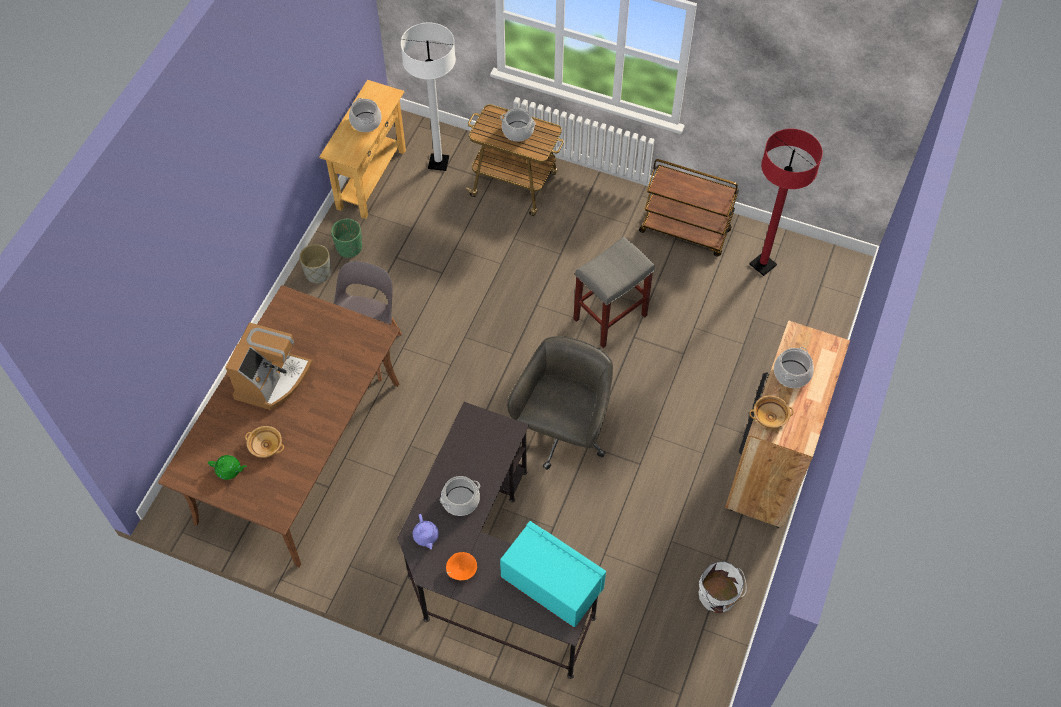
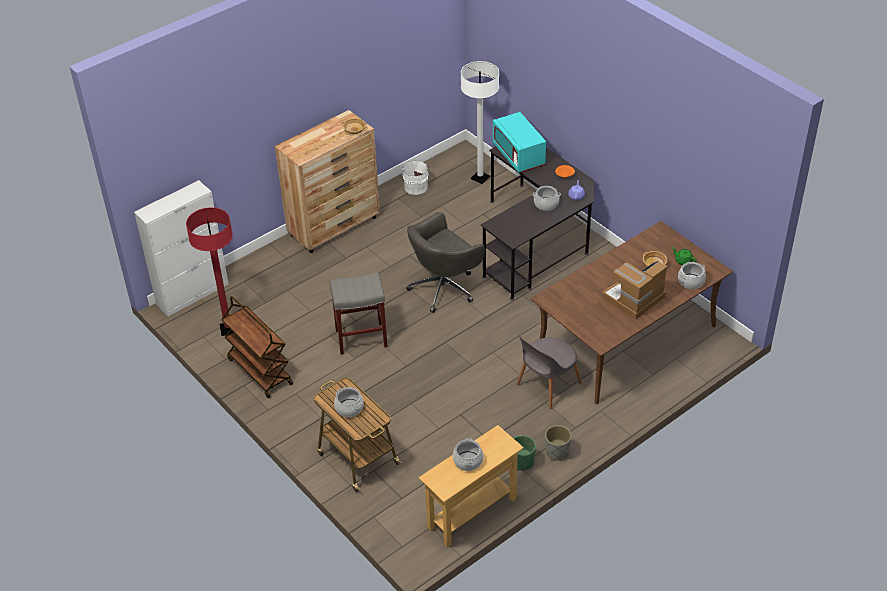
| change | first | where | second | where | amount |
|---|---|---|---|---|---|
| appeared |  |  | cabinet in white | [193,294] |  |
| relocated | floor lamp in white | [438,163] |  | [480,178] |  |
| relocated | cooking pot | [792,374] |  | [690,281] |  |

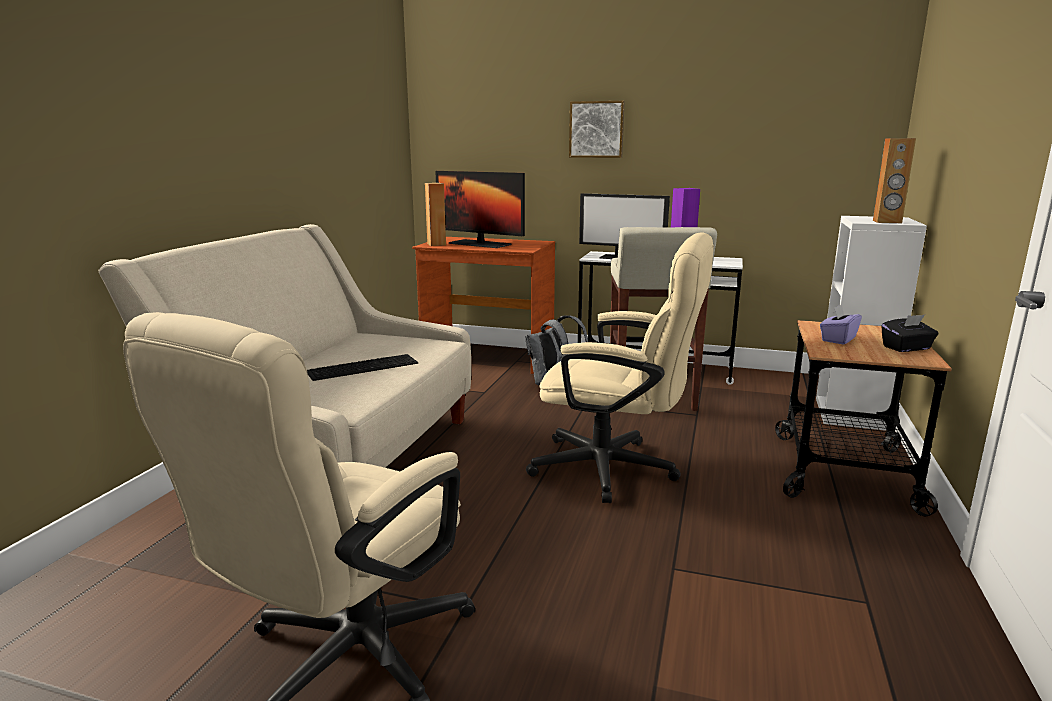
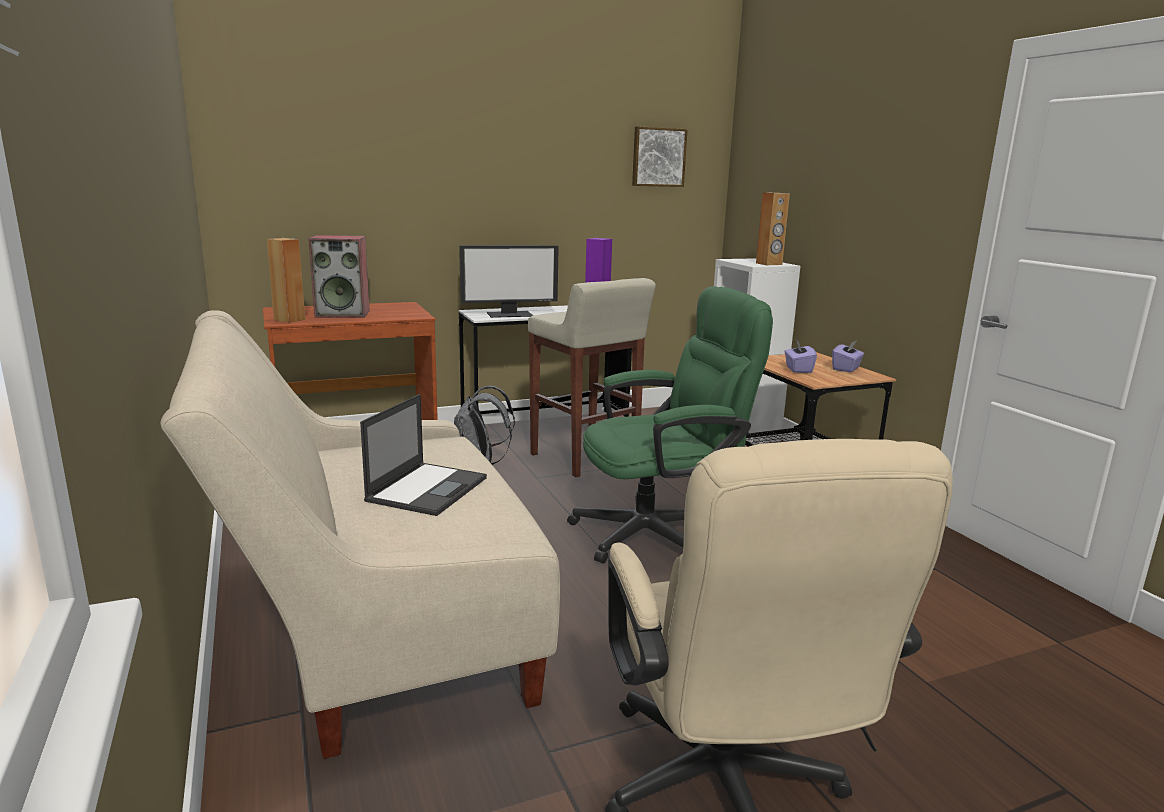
| change | first | where | second | where | amount |
|---|---|---|---|---|---|
| relocated | picture | [596,129] |  | [658,157] |  |
| exchanged | keyboard | [363,366] | laptop | [428,488] |  |
| exchanged | monitor | [479,244] | speaker | [343,314] |  |
| colour | office chair in beige | [617,470] | office chair in green | [660,532] |  |
| colour | tissue box in black | [906,348] | tissue box in purple | [846,368] |  |

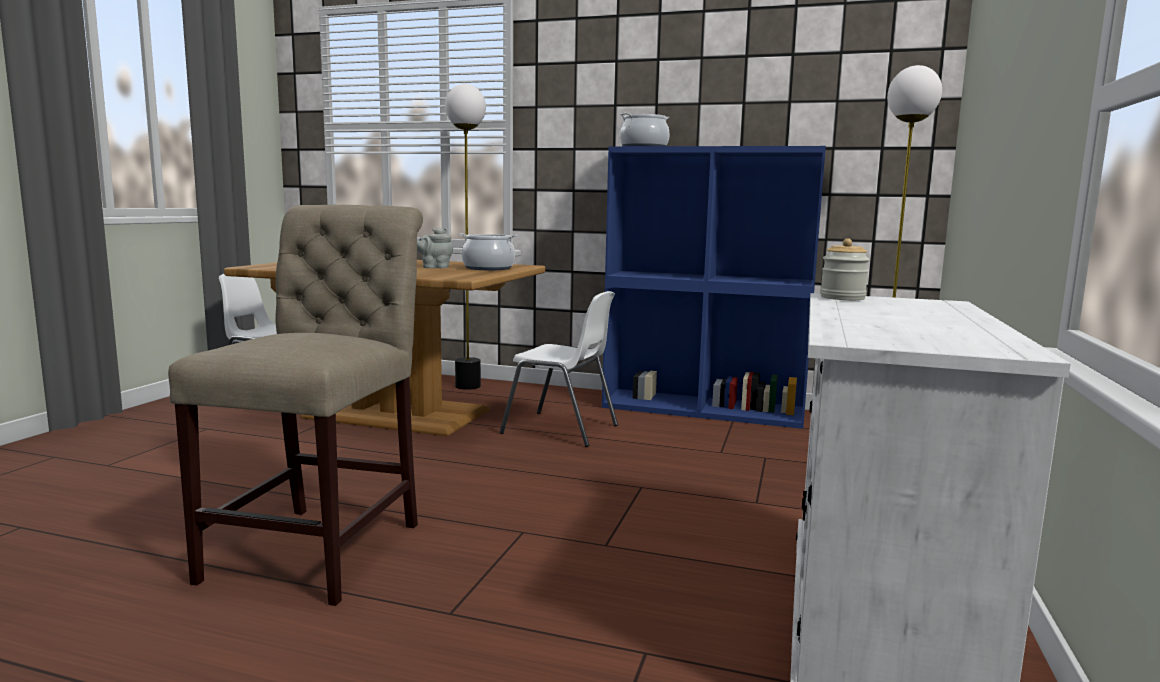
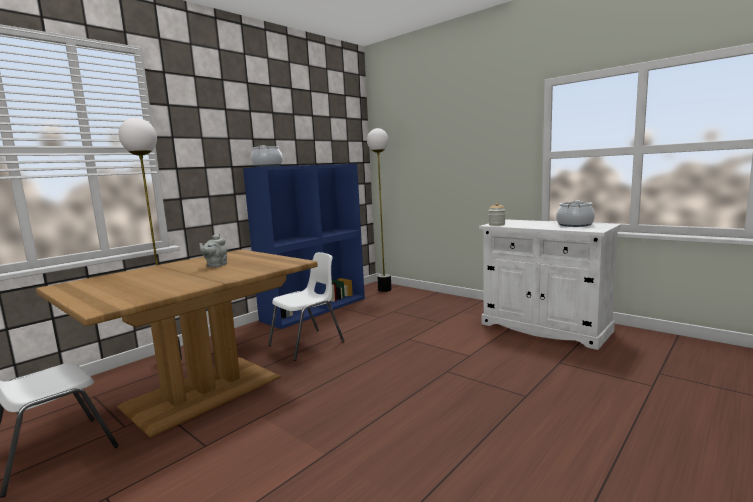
| change | first | where | second | where | amount |
|---|---|---|---|---|---|
| missing | chair in beige | [323,546] |  |  |  |
| relocated | cooking pot | [488,268] |  | [575,225] |  |

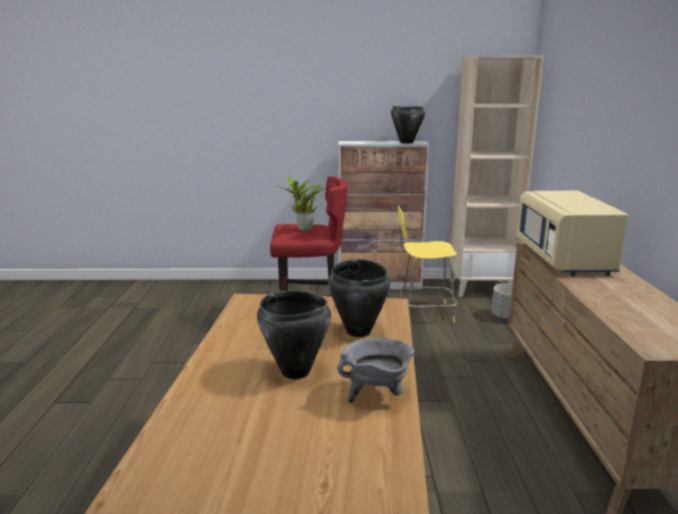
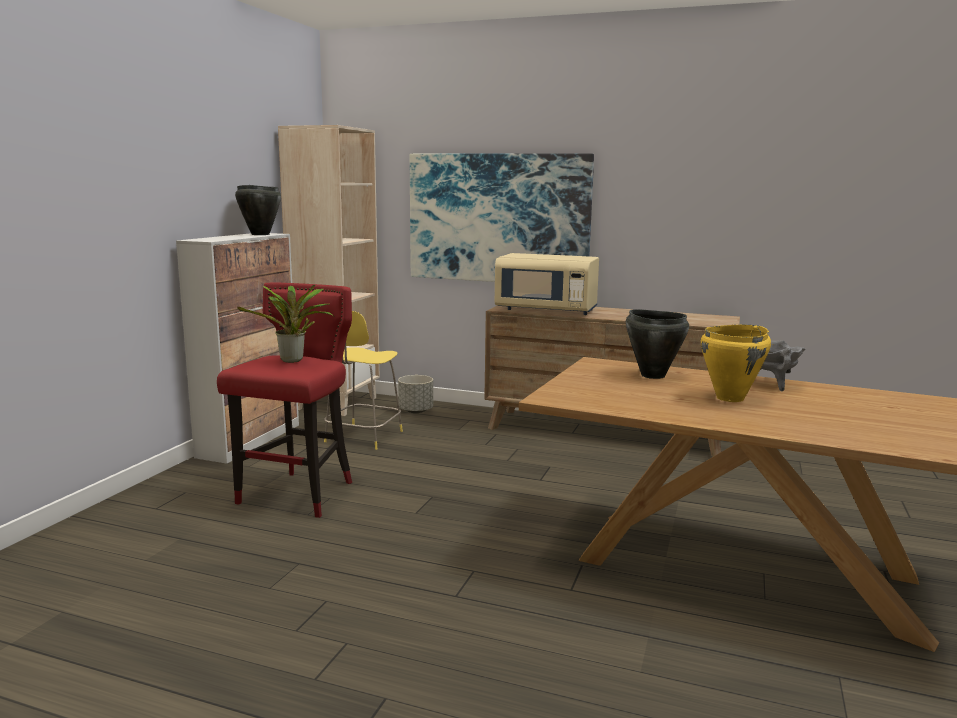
| change | first | where | second | where | amount |
|---|---|---|---|---|---|
| appeared |  |  | picture | [498,218] |  |
| colour | cooking pot in black | [295,372] | cooking pot in yellow | [730,398] |  |

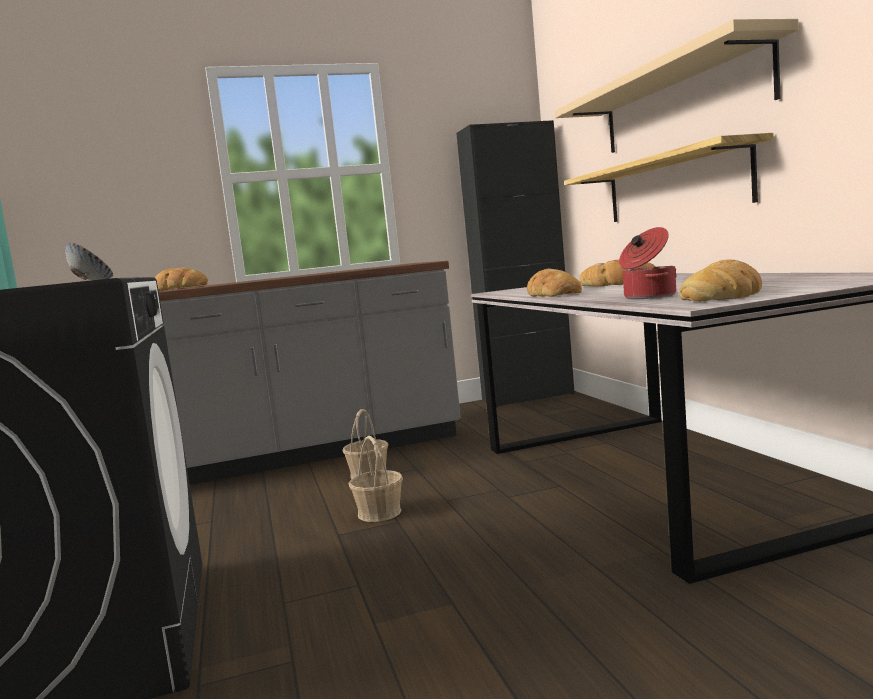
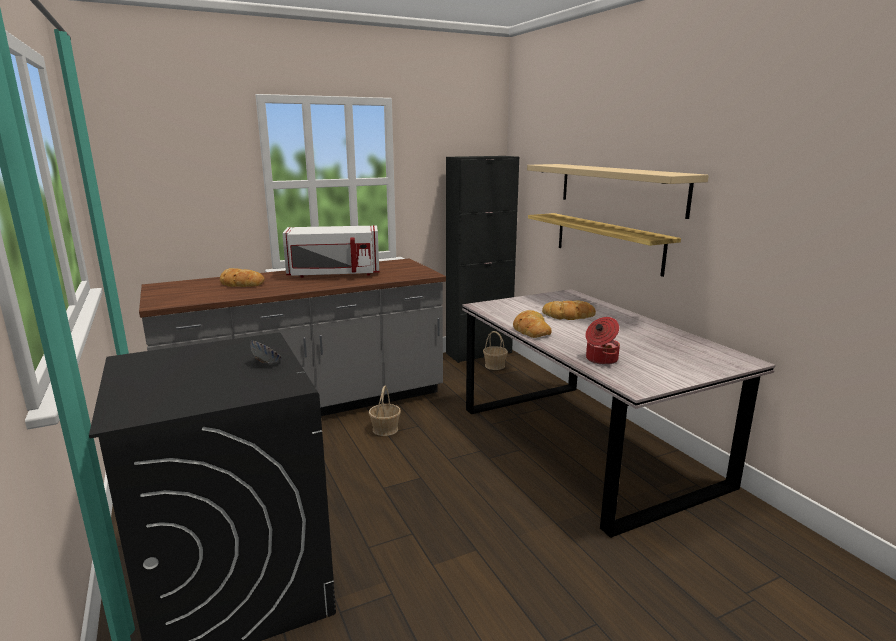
| change | first | where | second | where | amount |
|---|---|---|---|---|---|
| missing | bread | [722,295] |  |  |  |
| appeared |  |  | microwave in white | [334,274] |  |
| relocated | basket | [379,513] |  | [494,366] |  |

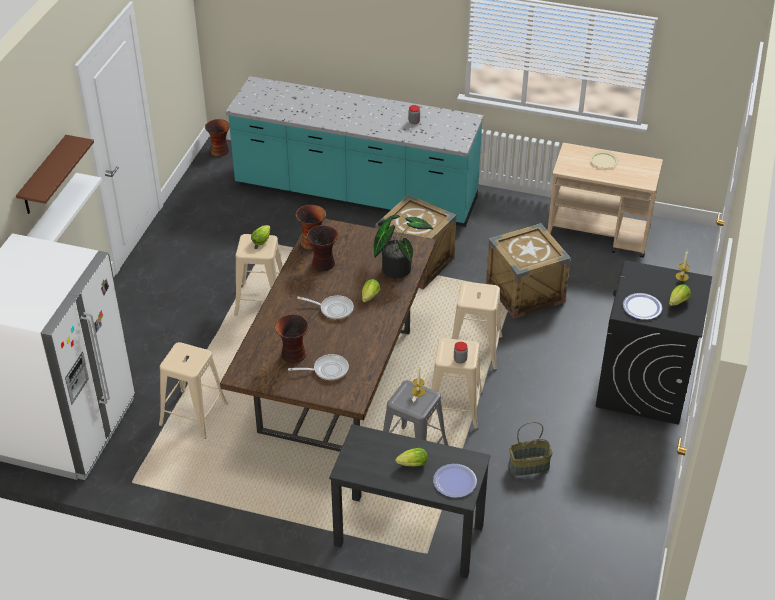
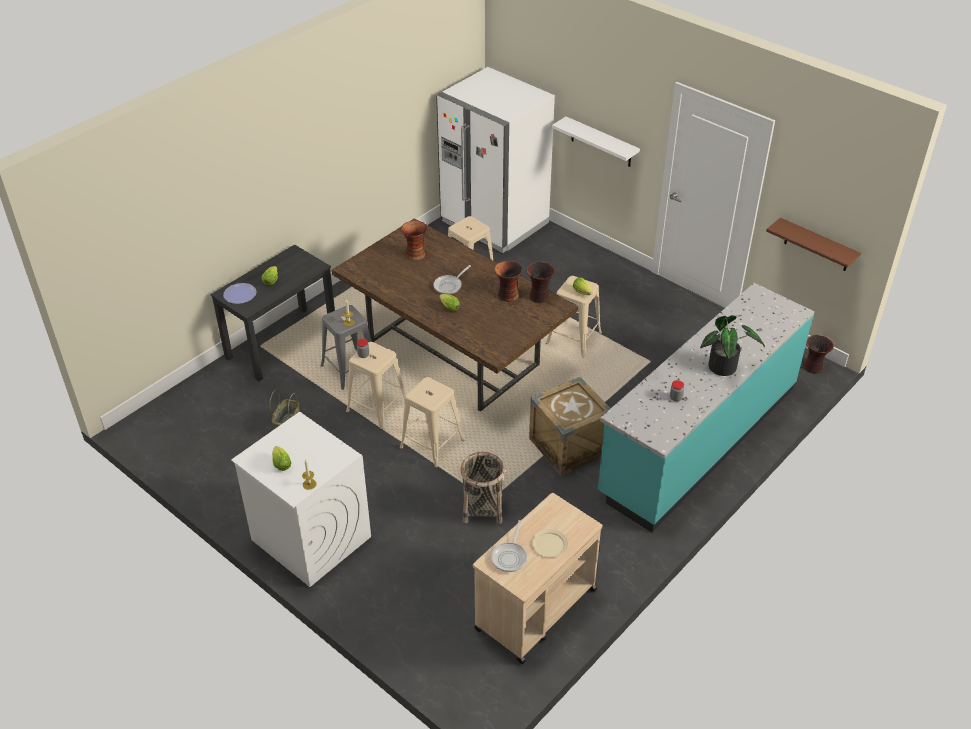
| change | first | where | second | where | amount |
|---|---|---|---|---|---|
| missing | plate | [642,307] |  |  |  |
| relocated | shelf in brown | [44,176] |  | [817,245] |  |
| relocated | frying pan | [327,370] |  | [510,556] |  |
| relocated | potted plant | [397,267] |  | [725,368] |  |
| exchanged | crate | [525,292] | basket | [482,508] |  |
| colour | washing machine in black | [643,385] | washing machine in white | [310,538] |  |

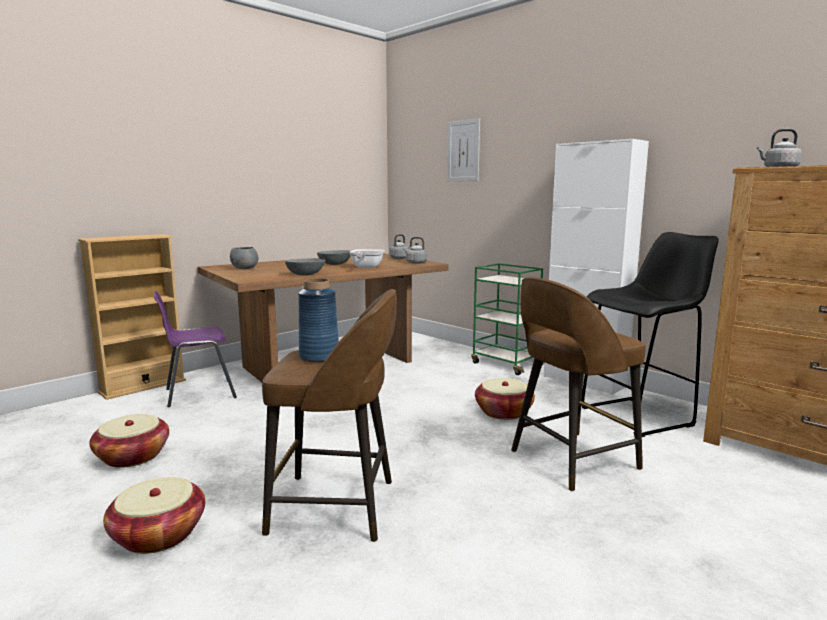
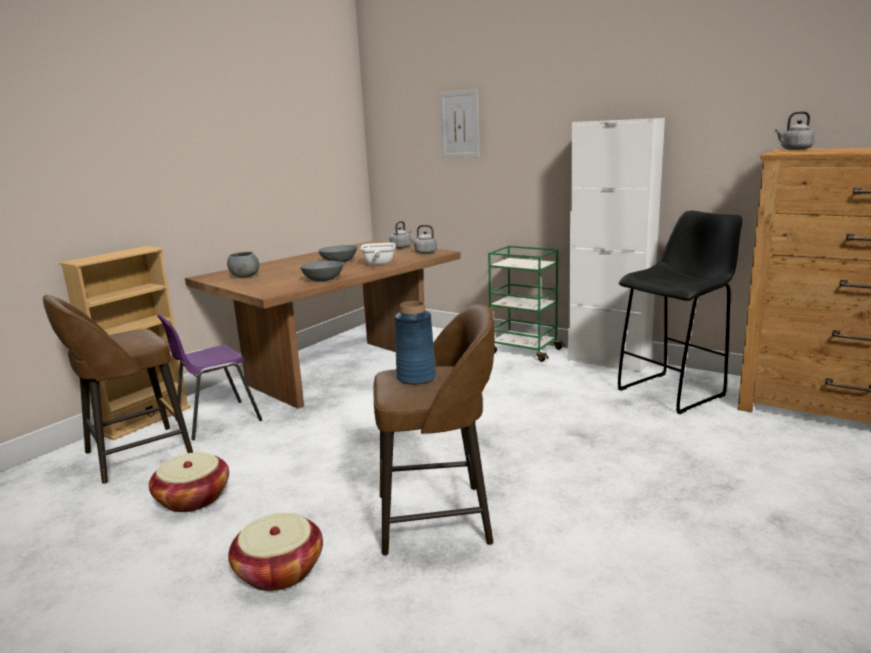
| change | first | where | second | where | amount |
|---|---|---|---|---|---|
| missing | basket | [503,412] |  |  |  |
| relocated | stool in brown | [570,460] |  | [134,455] |  |

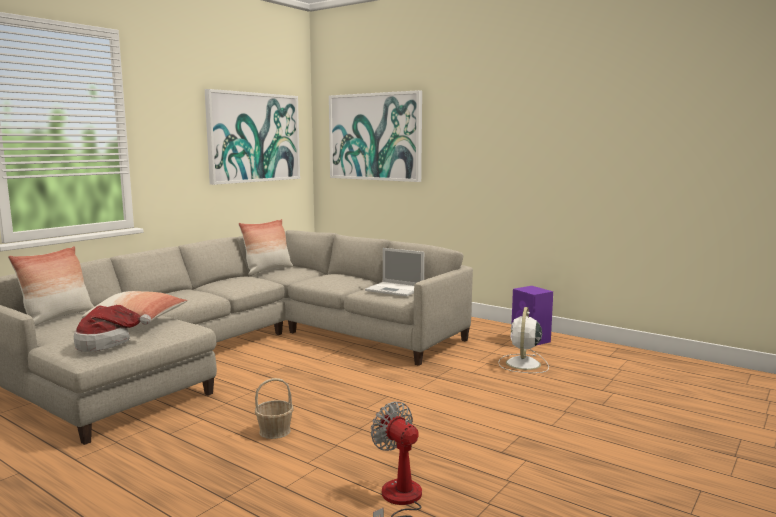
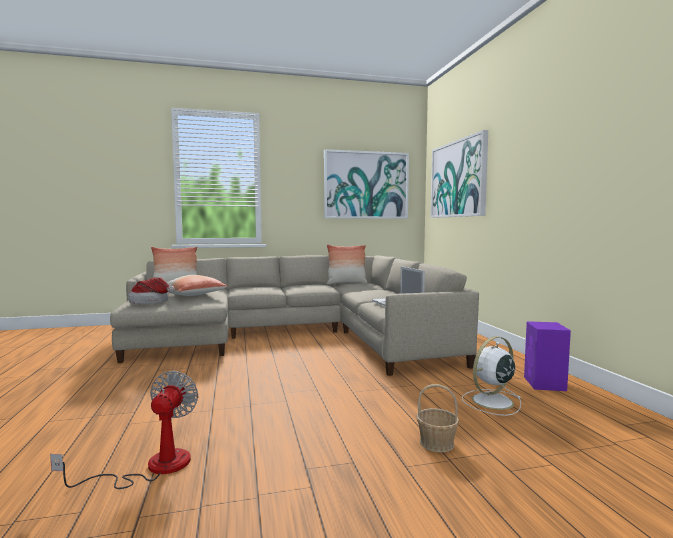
| change | first | where | second | where | amount |
|---|---|---|---|---|---|
| relocated | basket | [275,431] |  | [437,443] |  |

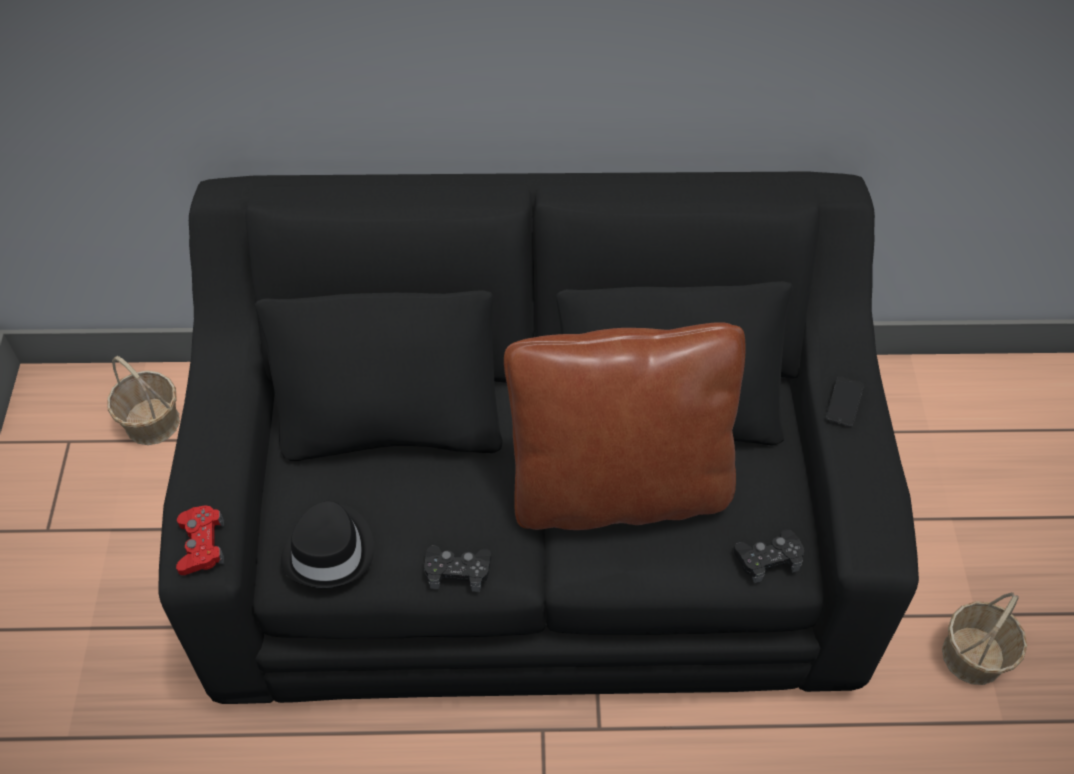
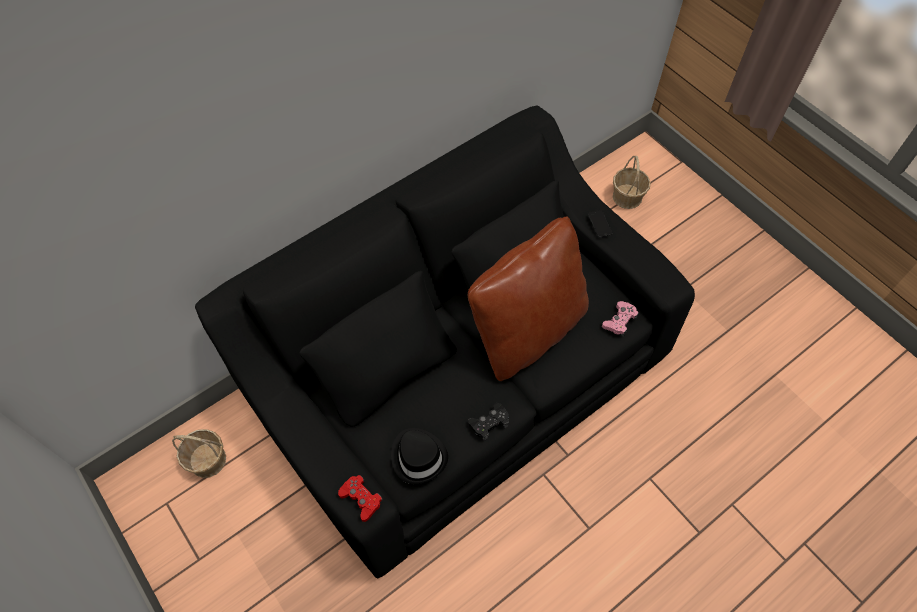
| change | first | where | second | where | amount |
|---|---|---|---|---|---|
| relocated | basket | [973,656] |  | [627,197] |  |
| colour | game controller in black | [768,558] | game controller in pink | [619,321] |  |

